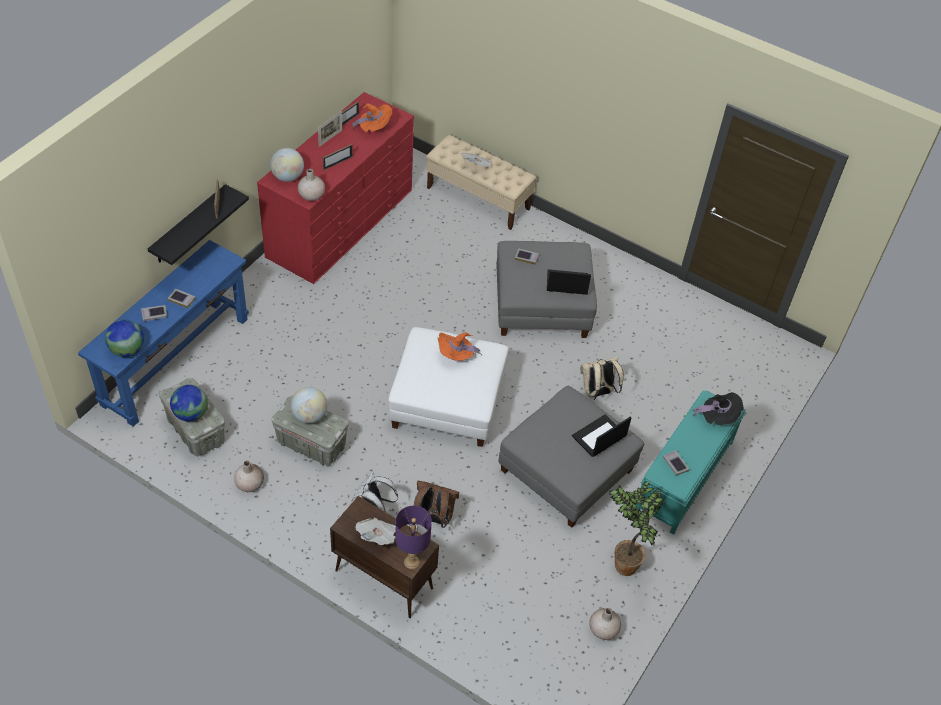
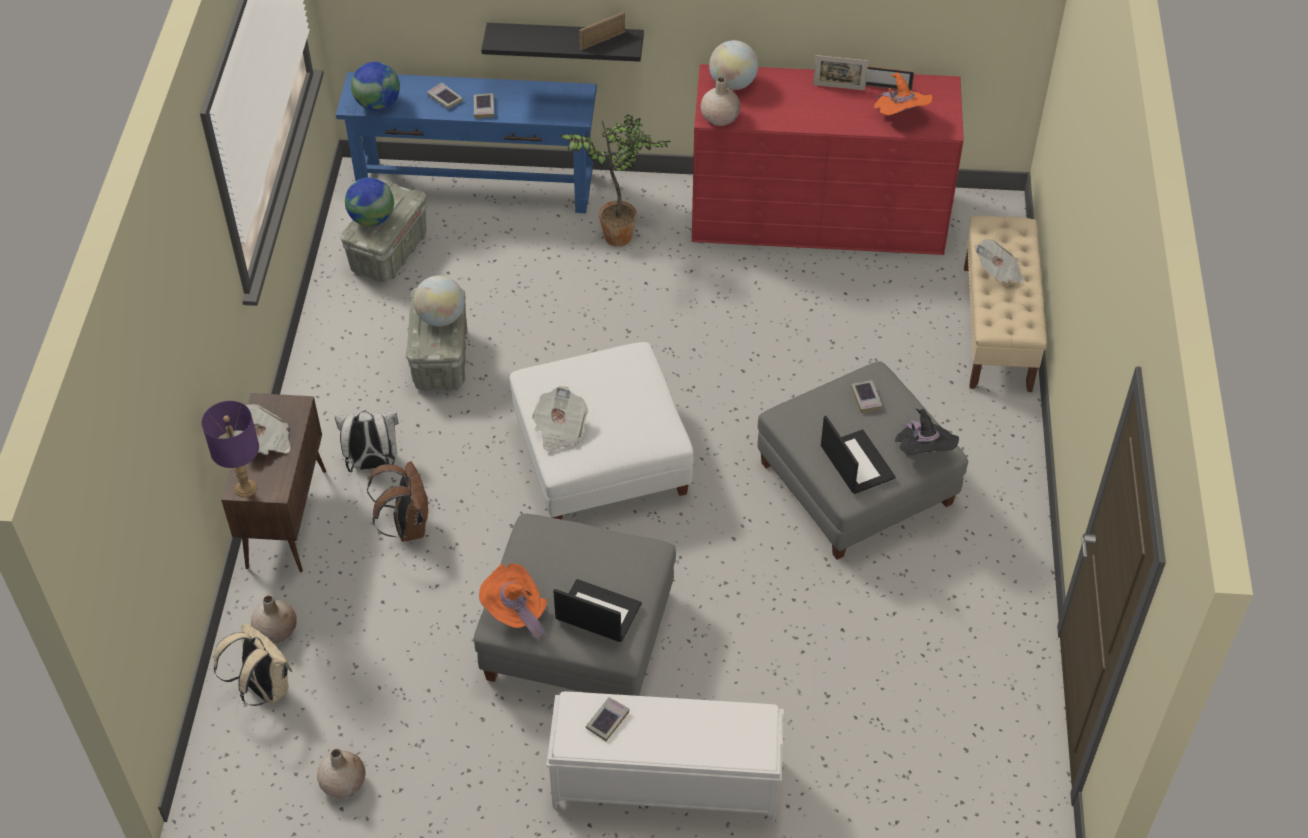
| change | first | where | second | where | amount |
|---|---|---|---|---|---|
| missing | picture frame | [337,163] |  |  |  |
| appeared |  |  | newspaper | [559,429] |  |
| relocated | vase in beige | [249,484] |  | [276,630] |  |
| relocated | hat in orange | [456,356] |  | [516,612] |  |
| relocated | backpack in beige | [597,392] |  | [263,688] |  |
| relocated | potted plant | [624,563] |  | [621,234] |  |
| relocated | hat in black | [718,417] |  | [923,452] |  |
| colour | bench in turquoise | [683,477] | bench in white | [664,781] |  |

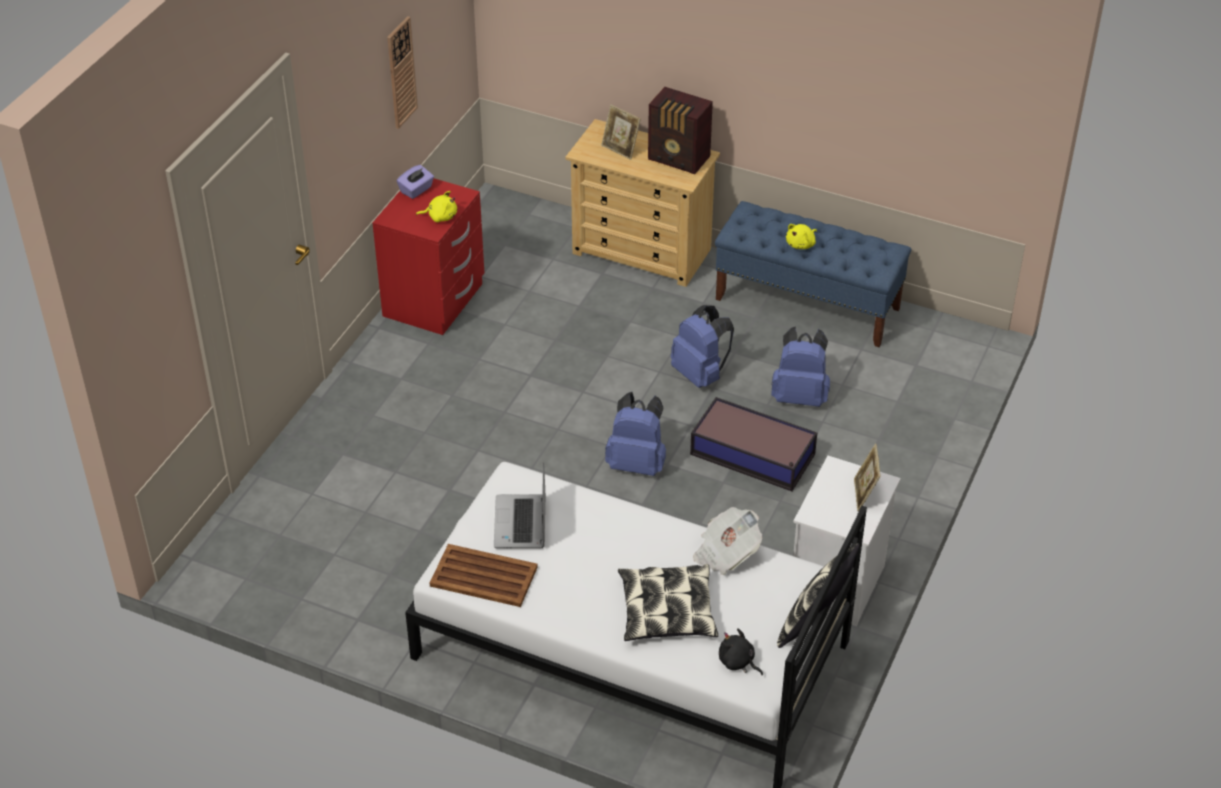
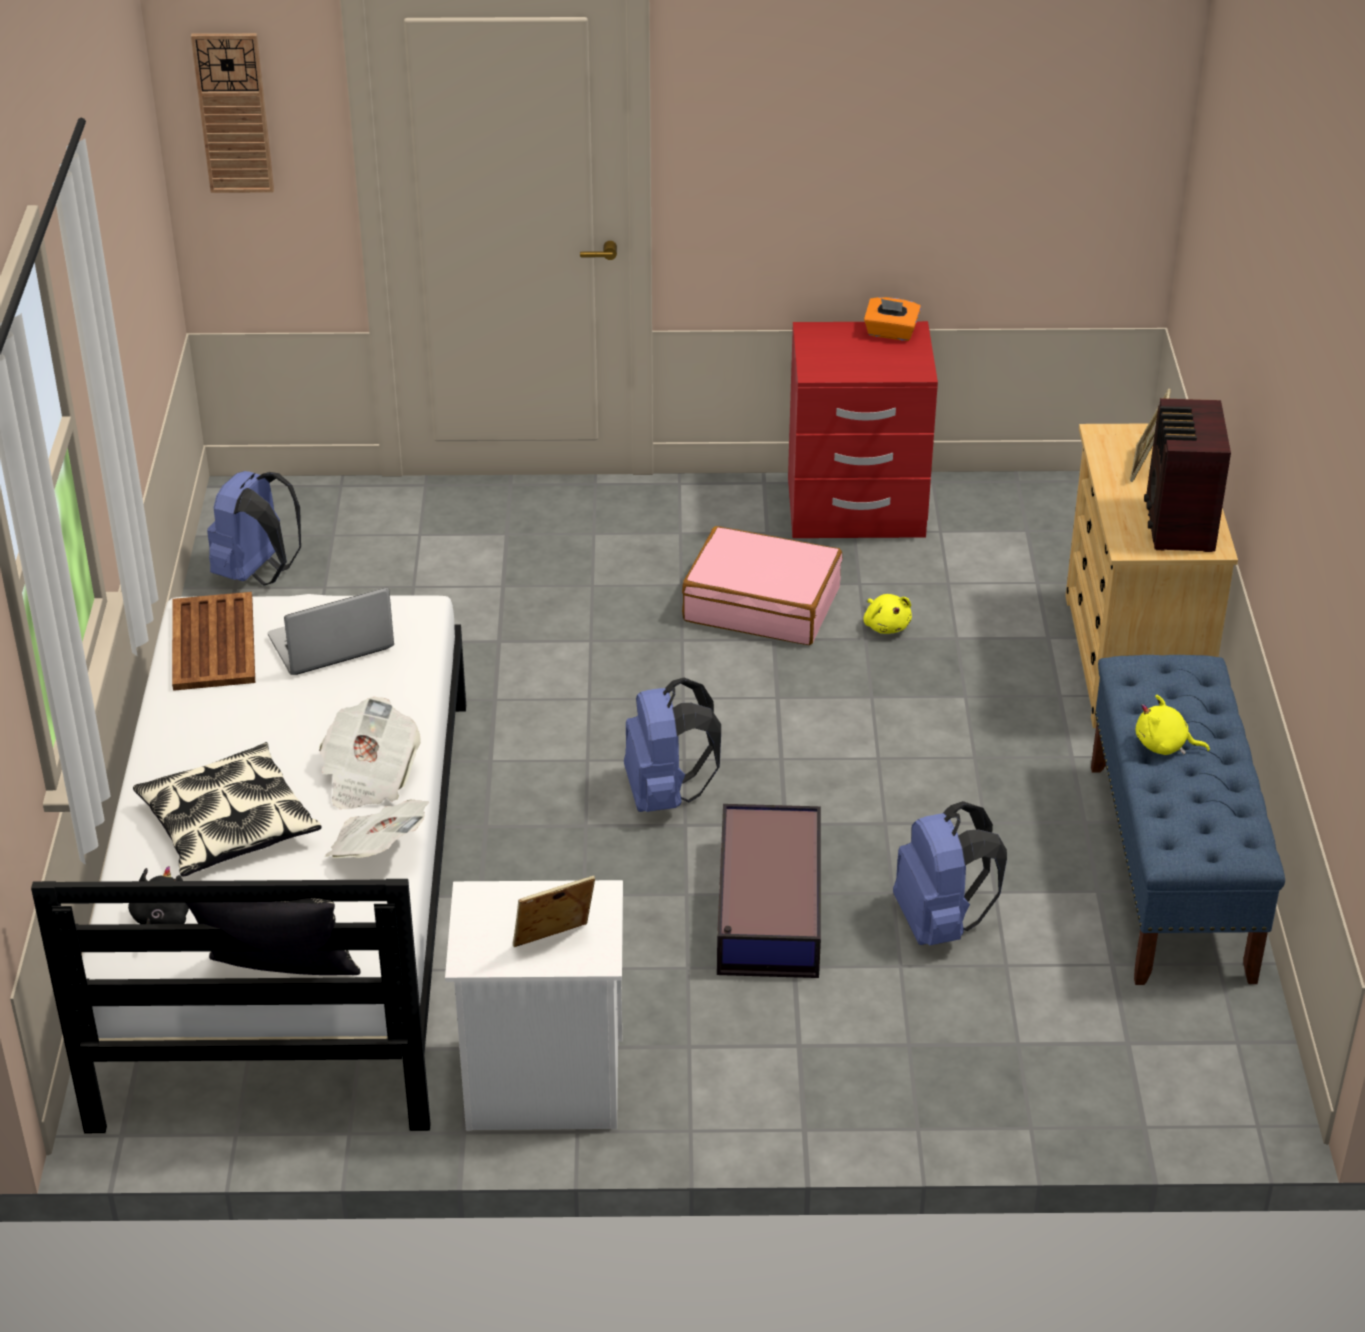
| change | first | where | second | where | amount |
|---|---|---|---|---|---|
| appeared |  |  | newspaper | [368,777] |  |
| appeared |  |  | suitcase in pink | [762,604] |  |
| relocated | wall clock | [401,72] |  | [233,113] |  |
| relocated | plush toy in yellow | [440,216] |  | [886,625] |  |
| relocated | backpack in blue | [700,374] |  | [258,573] |  |
| colour | tissue box in purple | [416,190] | tissue box in orange | [891,333] |  |

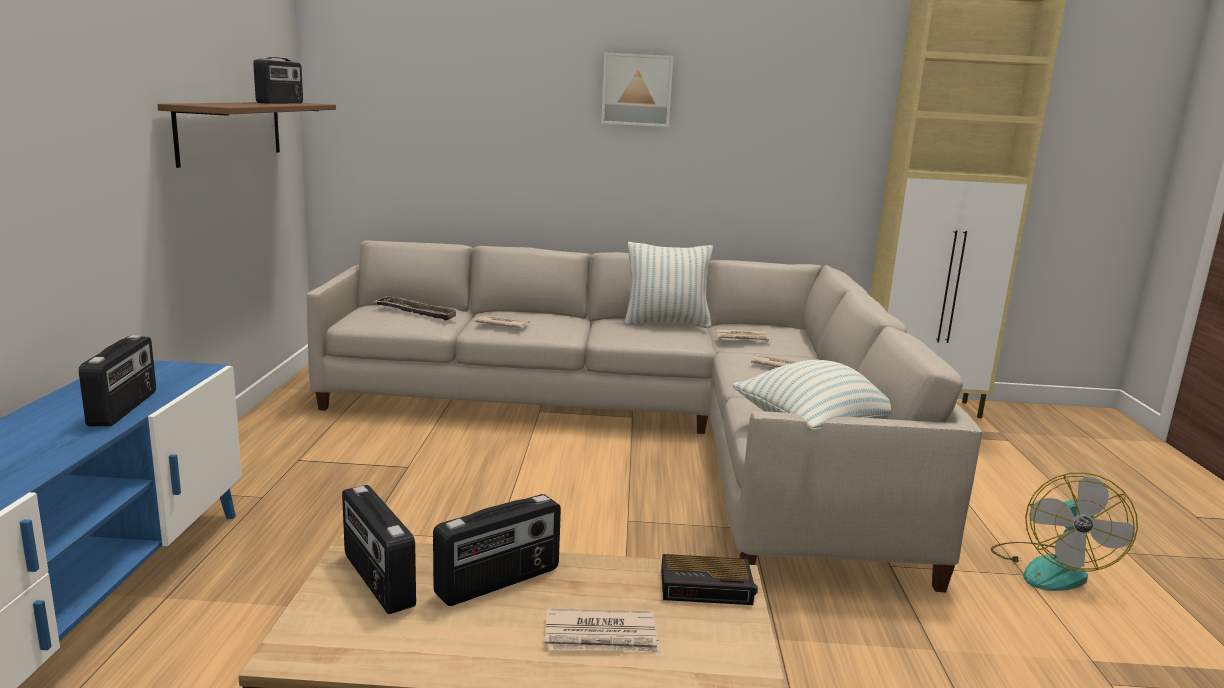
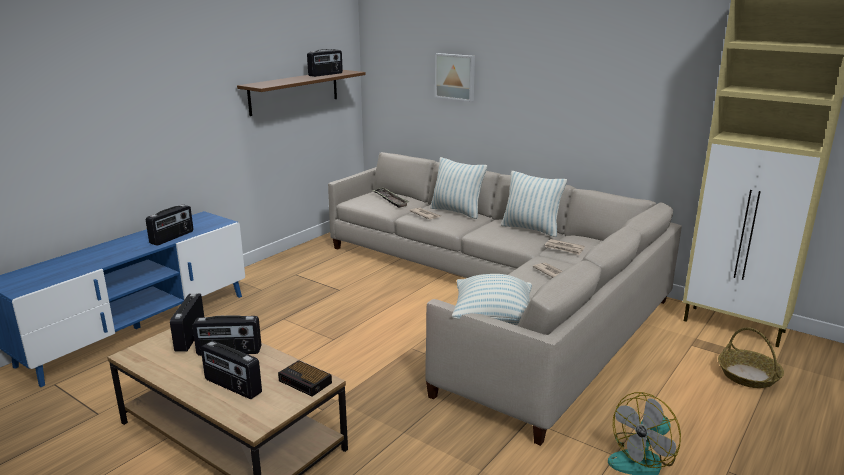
| change | first | where | second | where | amount |
|---|---|---|---|---|---|
| appeared |  |  | pillow | [457,211] |  |
| appeared |  |  | basket | [748,375] |  |
| relocated | picture | [637,90] |  | [455,76] |  |
| exchanged | newspaper | [602,637] | radio | [232,386] |  |

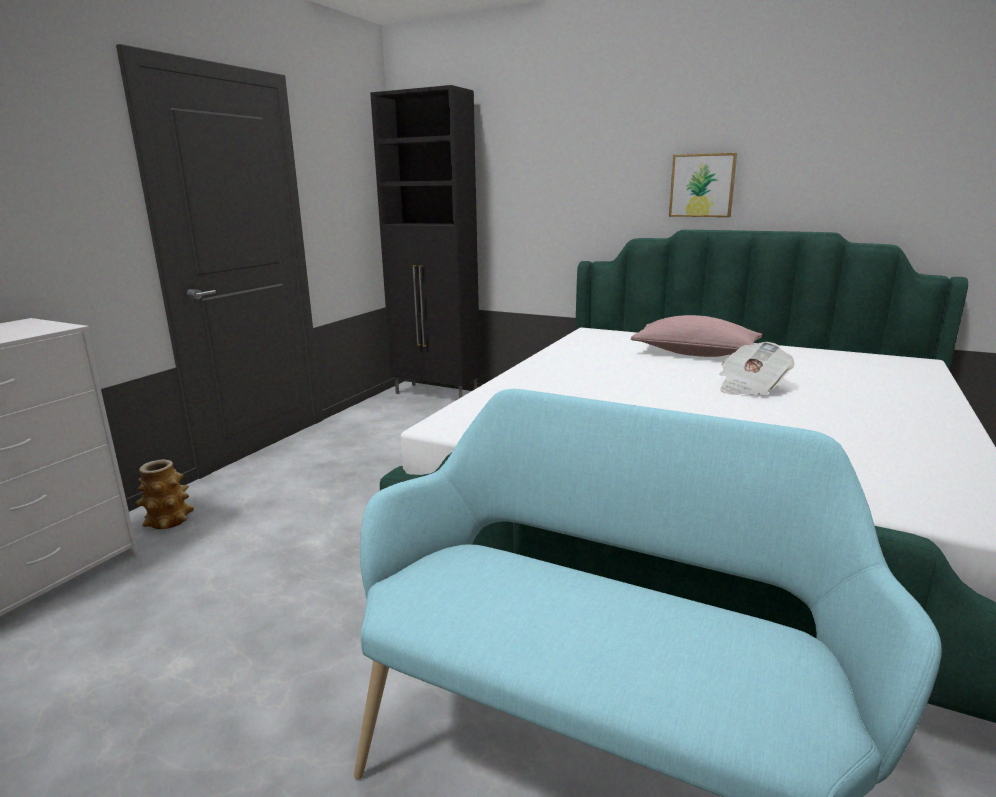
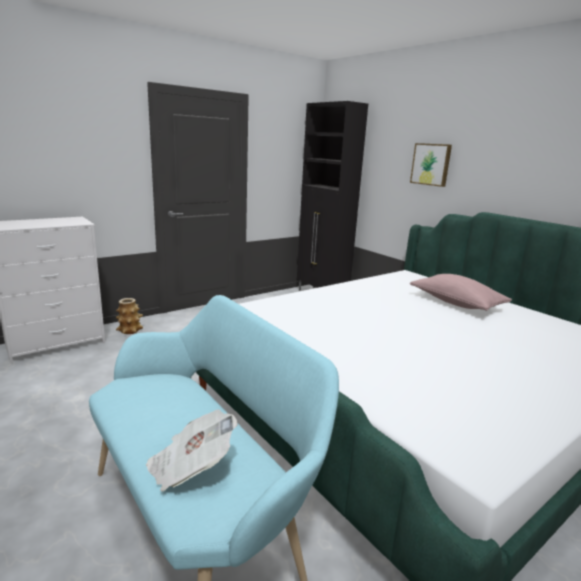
| change | first | where | second | where | amount |
|---|---|---|---|---|---|
| relocated | picture | [702,185] |  | [431,164] |  |
| relocated | newspaper | [750,387] |  | [191,467] |  |

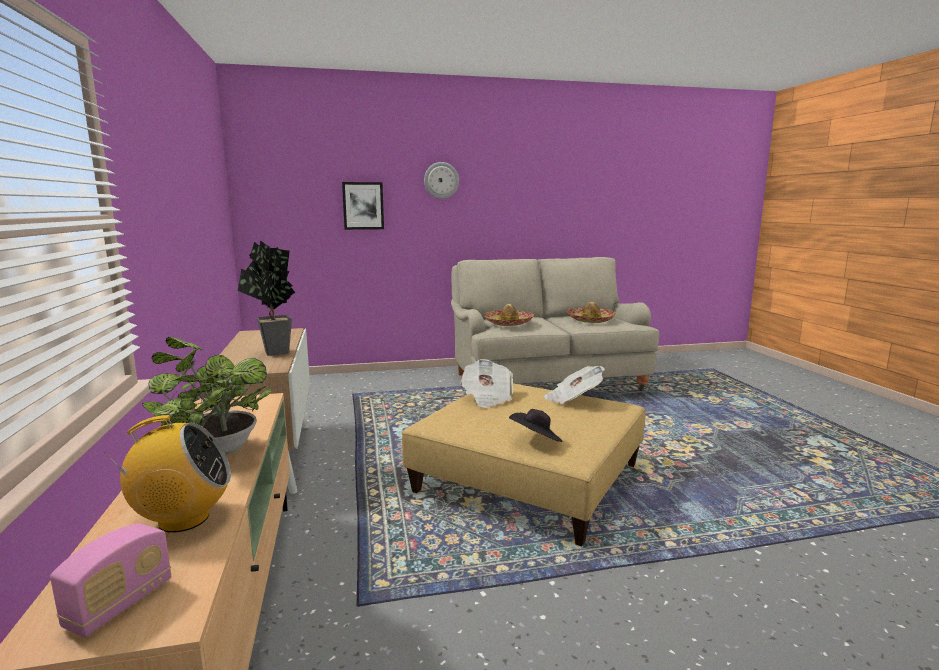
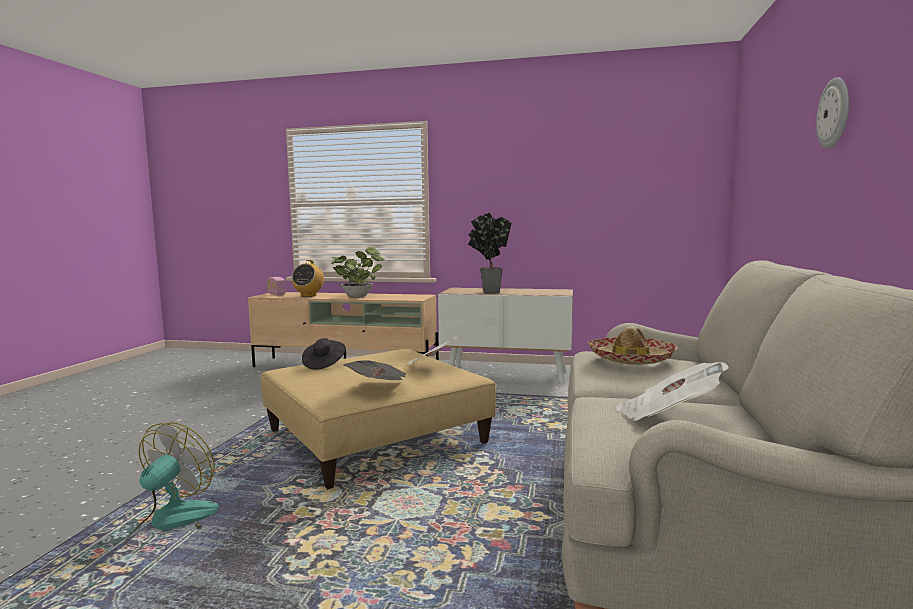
| change | first | where | second | where | amount |
|---|---|---|---|---|---|
| missing | picture | [363,206] |  |  |  |
| appeared |  |  | fan | [173,524] |  |
| exchanged | hat | [590,320] | newspaper | [666,417] |  |

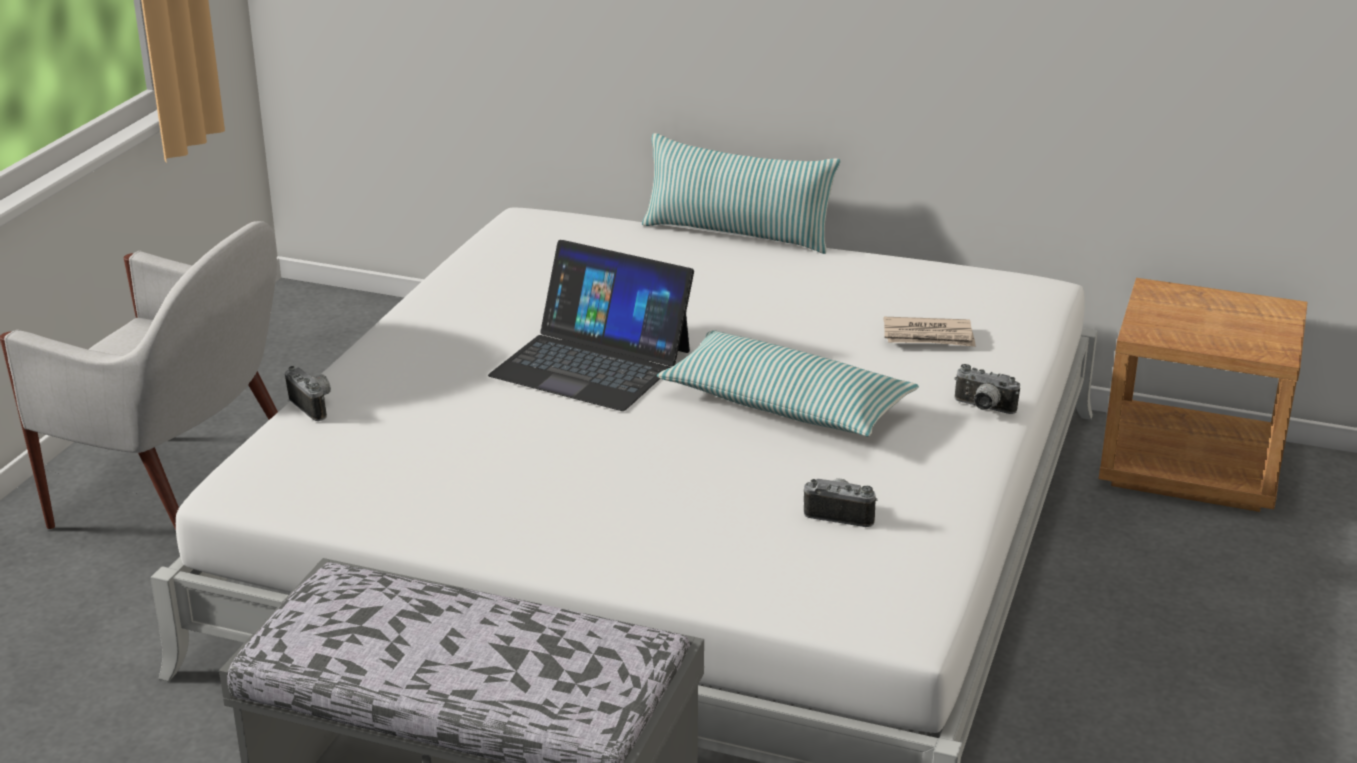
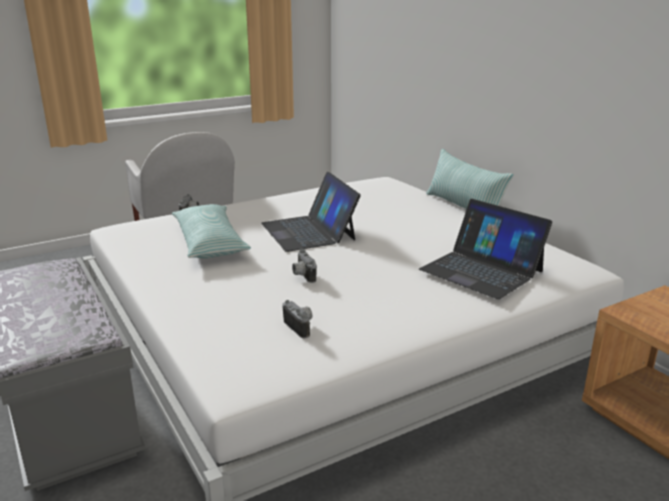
| change | first | where | second | where | amount |
|---|---|---|---|---|---|
| relocated | pillow | [785,405] |  | [209,242] |  |
| relocated | photo camera | [982,408] |  | [302,276] |  |
| exchanged | newspaper | [929,336] | laptop | [481,270] |  |

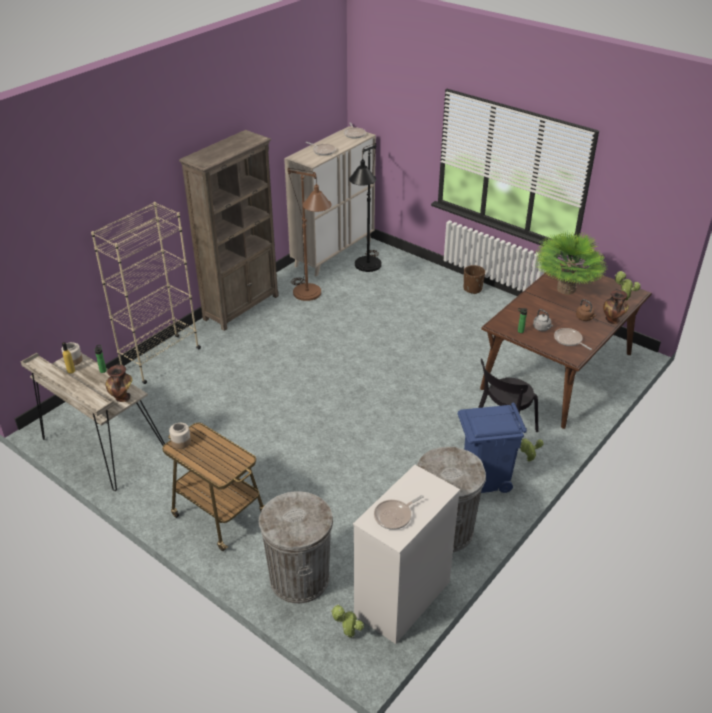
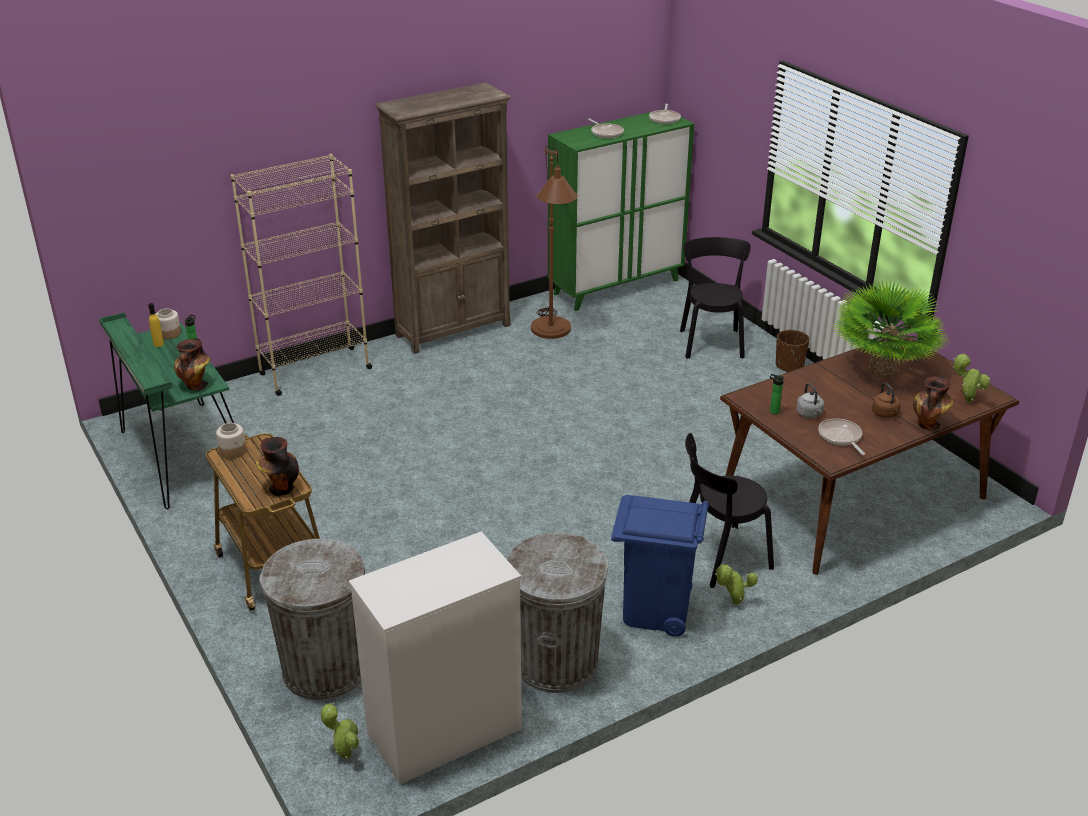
| change | first | where | second | where | amount |
|---|---|---|---|---|---|
| missing | floor lamp in black | [366,269] |  |  |  |
| missing | frying pan | [394,516] |  |  |  |
| appeared |  |  | vase | [280,488] |  |
| appeared |  |  | chair in black | [711,342] |  |
| colour | desk in beige | [102,447] | desk in green | [183,457] |  |
| colour | cabinet in beige | [333,253] | cabinet in green | [616,287] |  |

